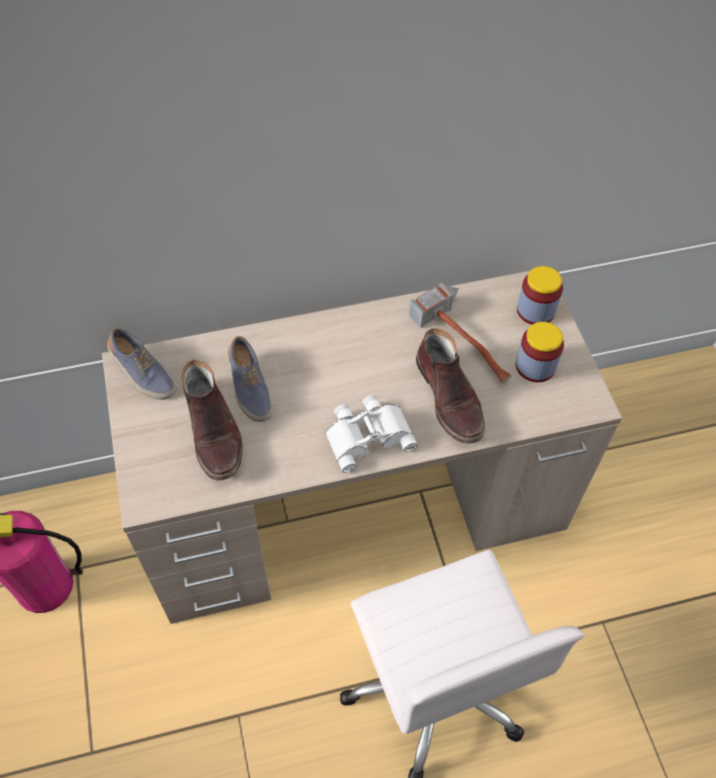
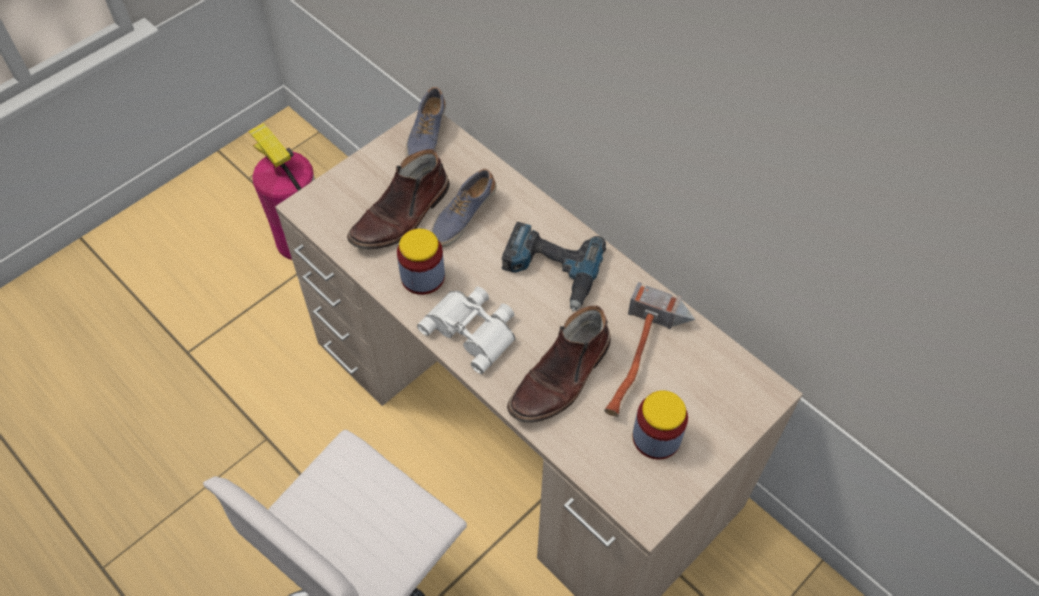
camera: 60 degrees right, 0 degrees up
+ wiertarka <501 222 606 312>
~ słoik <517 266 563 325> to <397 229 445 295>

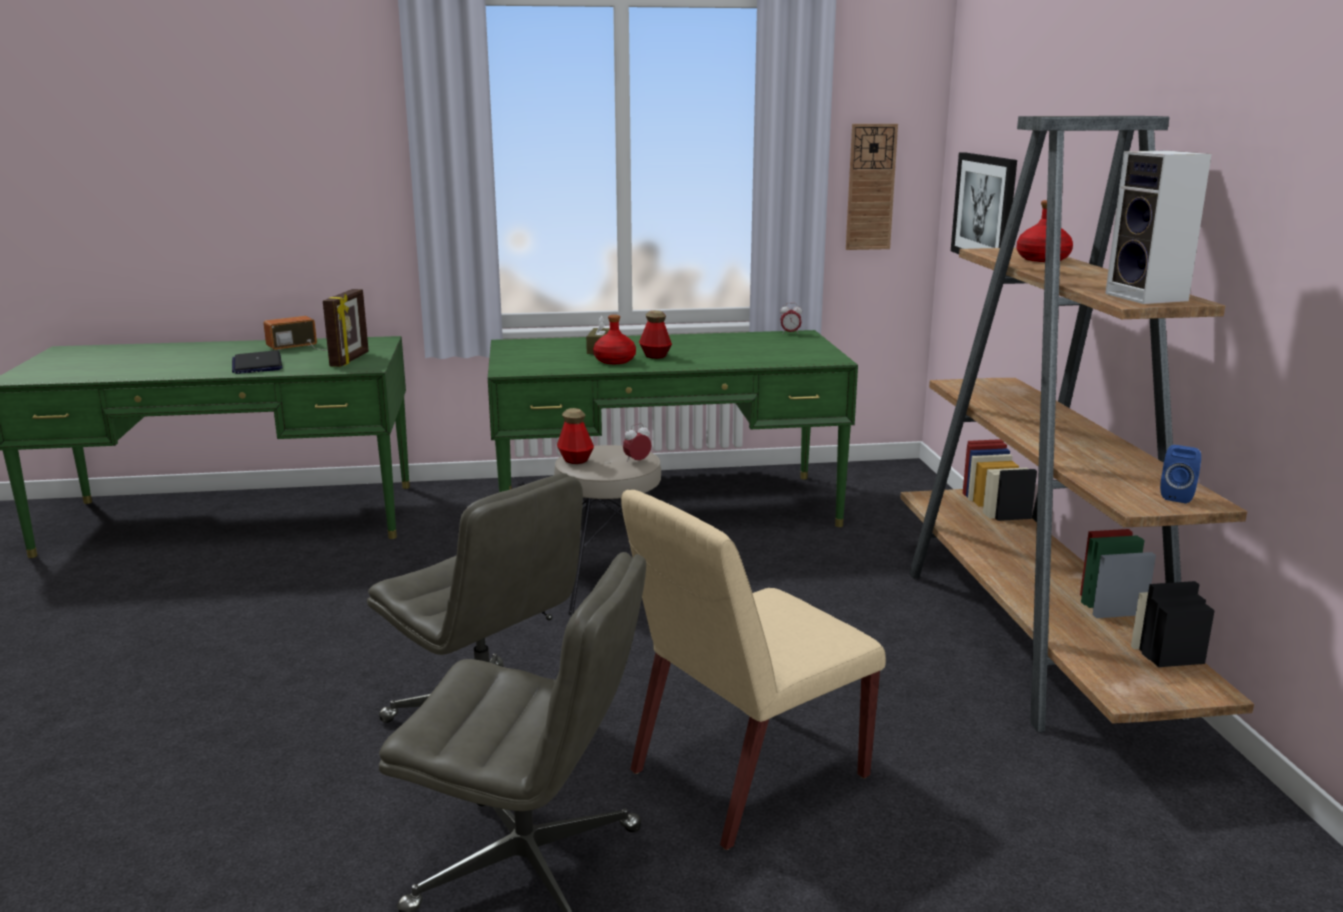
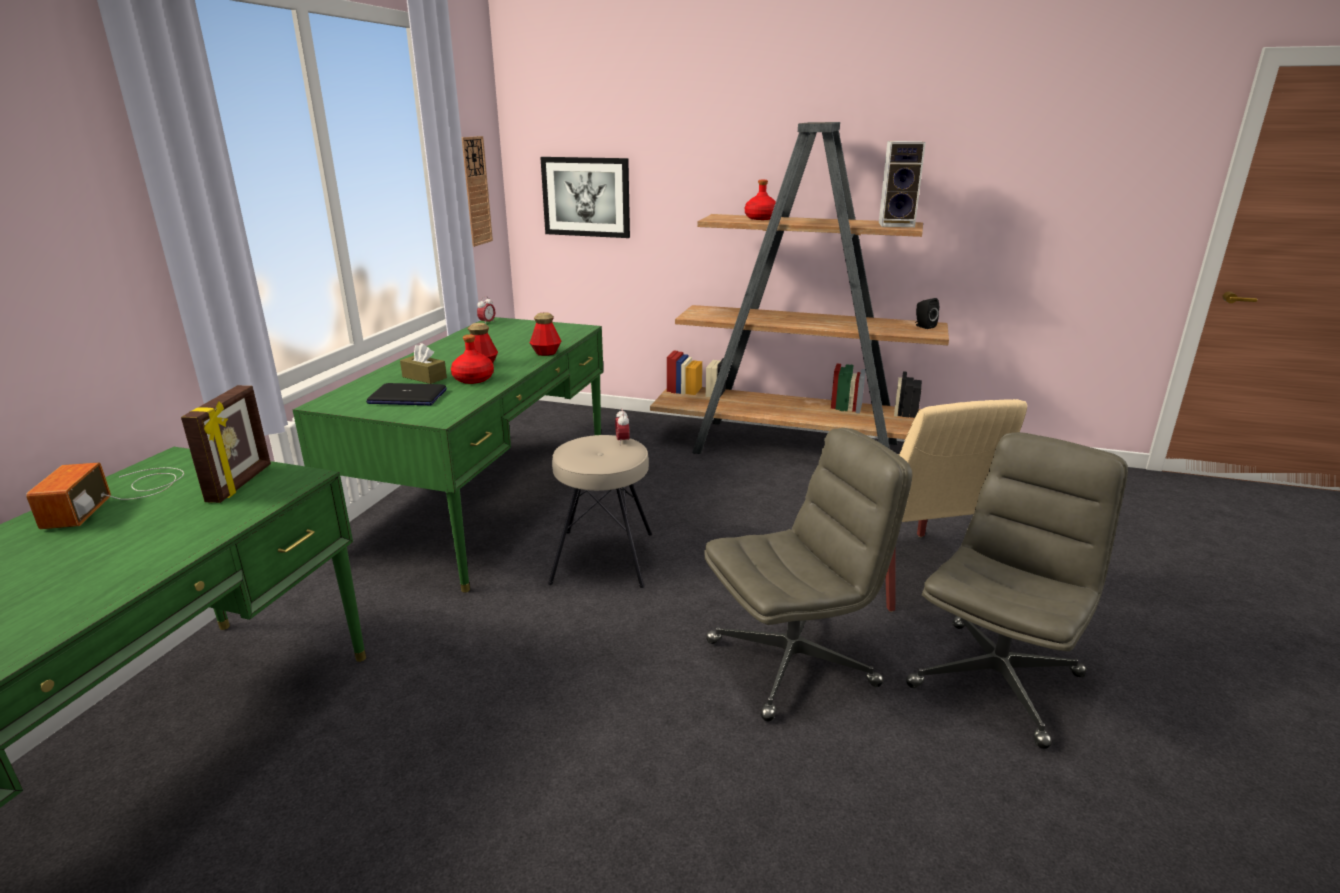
camera: 65 degrees left, 5 degrees up
~ laptop <232 350 283 374> to <366 383 447 405>
~ butelka <557 408 594 464> to <530 313 561 356>
~ głośnik (niebieski) <1160 445 1201 504> to głośnik (czarny) <915 298 939 329>
~ ramka na zdjęcie <323 289 369 367> = <181 385 271 503> 60 degrees clockwise

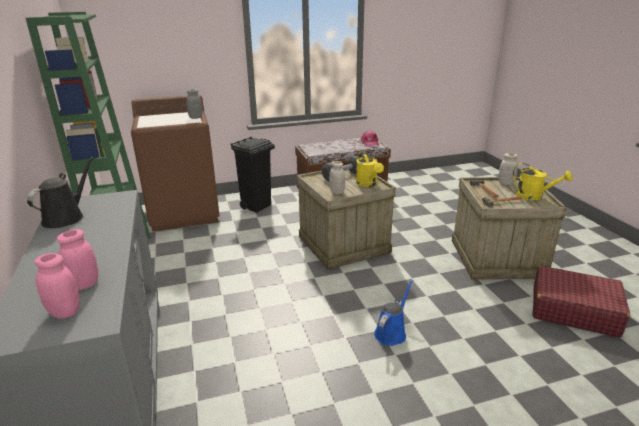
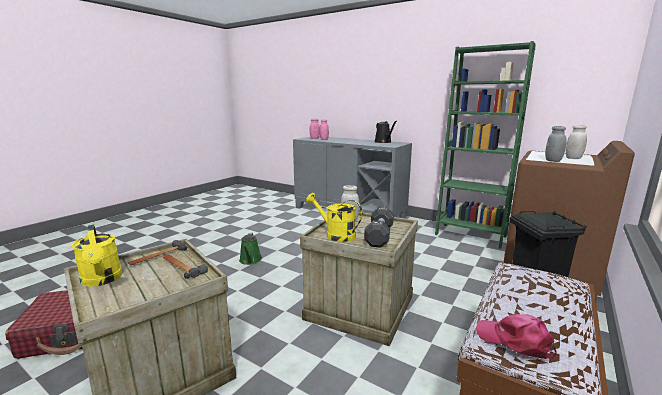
camera: 140 degrees right, 10 degrees down
~ słoik (biały) <498 153 518 185> to <566 125 587 159>
~ konewka (niebieski) <374 280 413 346> to konewka (zielony) <239 233 262 265>
~ konewka (żółty) <513 163 572 200> = <72 224 123 287> 120 degrees counterclockwise

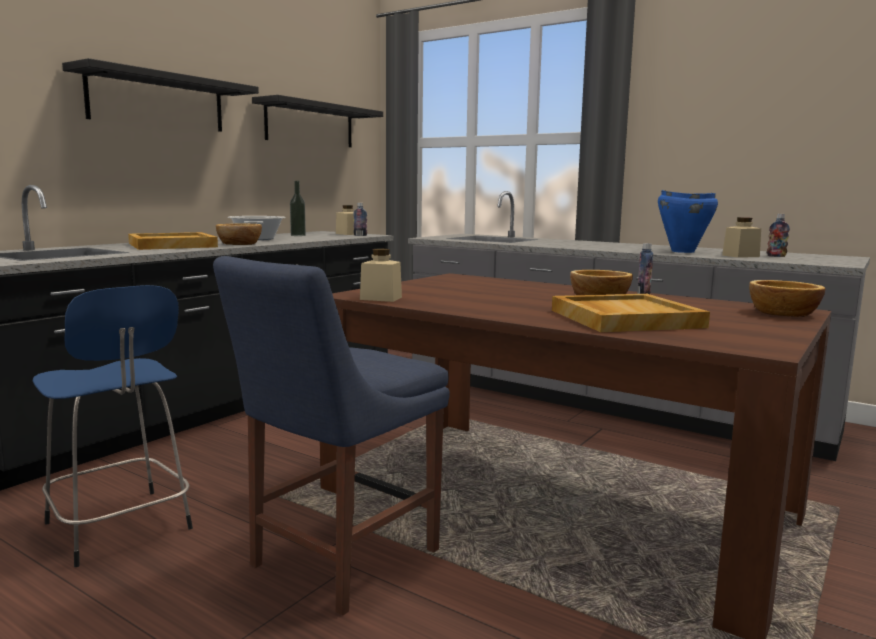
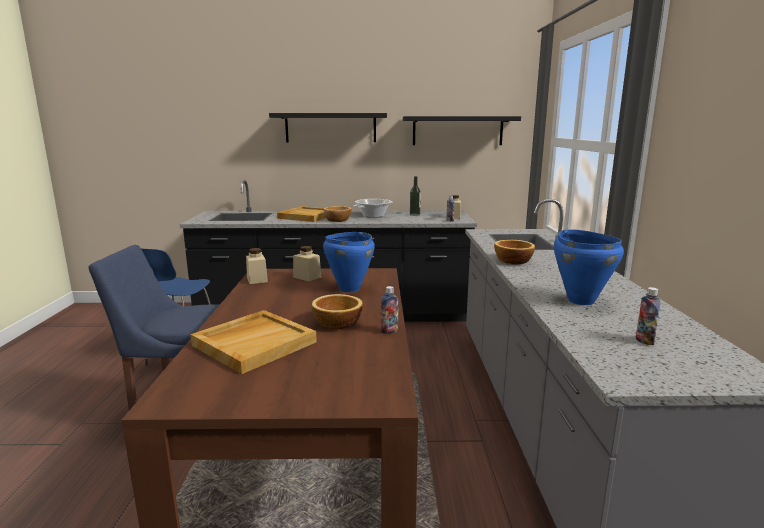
camera: 55 degrees right, 5 degrees up
+ garnek (niebieski) <323 232 375 292>
~ słoik (beżowy) <722 217 761 258> to <293 246 321 281>
~ miska <749 280 825 317> to <494 240 535 265>

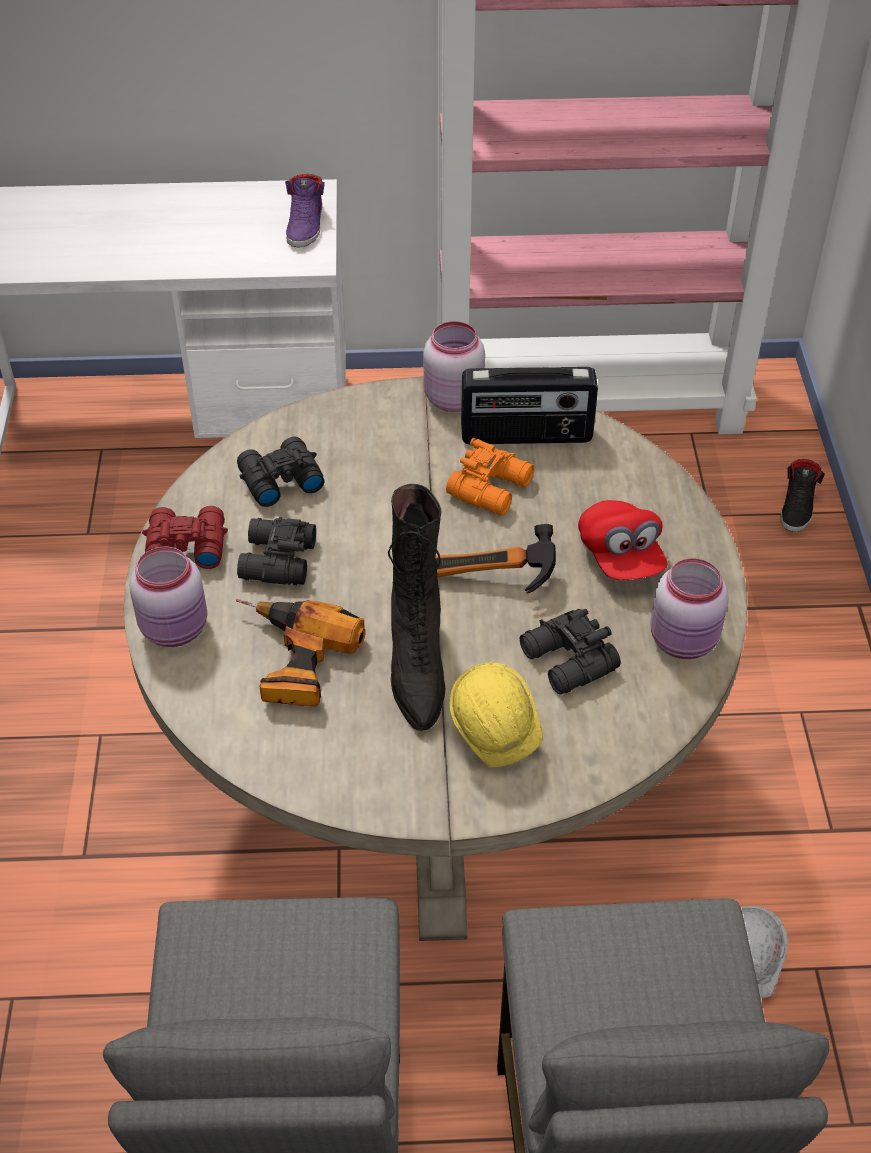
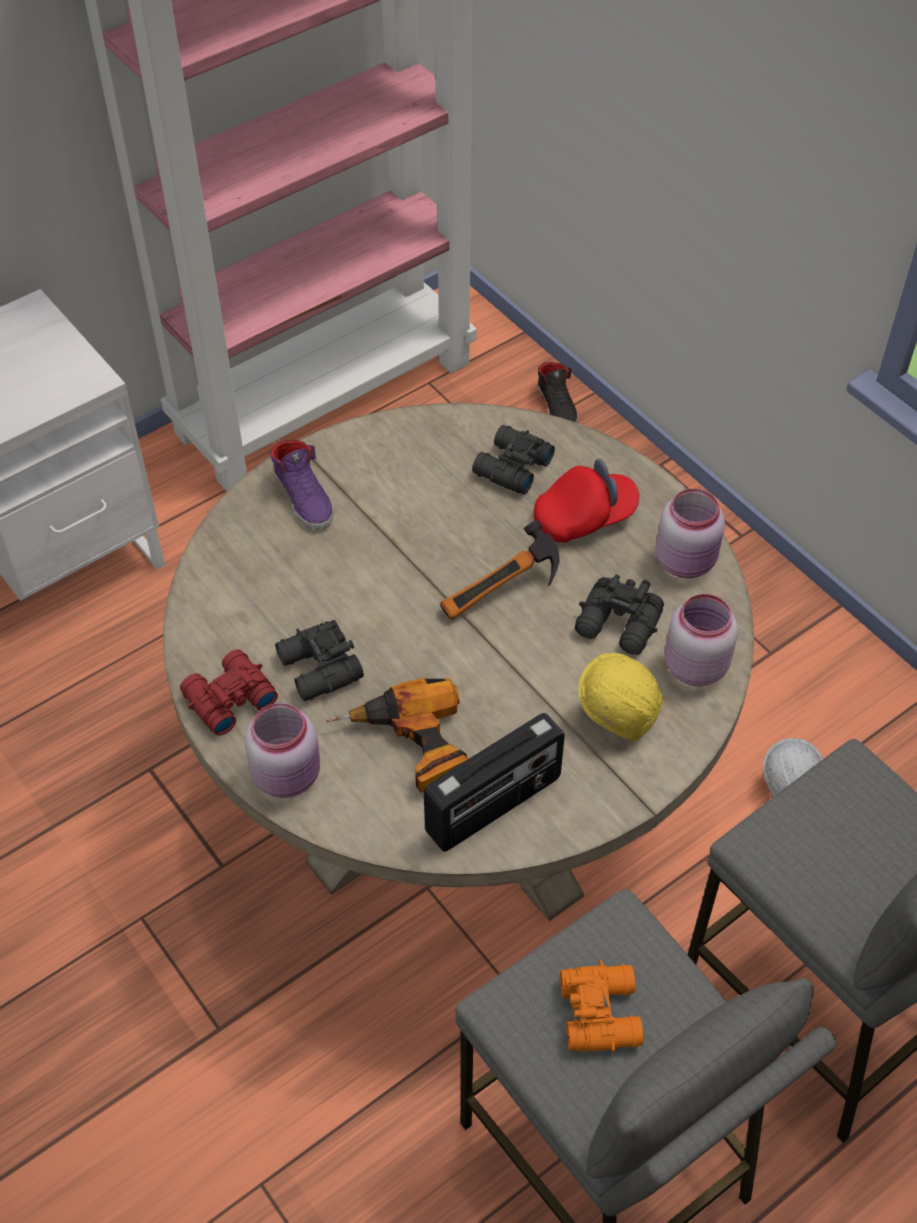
camera: 35 degrees left, 5 degrees up
- but z cholewką (czarny) <388 484 445 731>
~ lornetka (czarny) <237 437 324 507> to <472 425 555 494>
~ but (fioletowy) <285 174 325 248> to <271 440 333 530>
~ słoik (różowy) <423 321 485 412> to <665 594 738 686>
~ lornetka (pomarańczowy) <446 438 535 515> to <560 960 643 1052>
~ radio <461 367 598 444> to <424 713 565 852>
~ czapka z daszkiem (czerwony) <578 500 668 580> = <534 459 639 543> 60 degrees counterclockwise

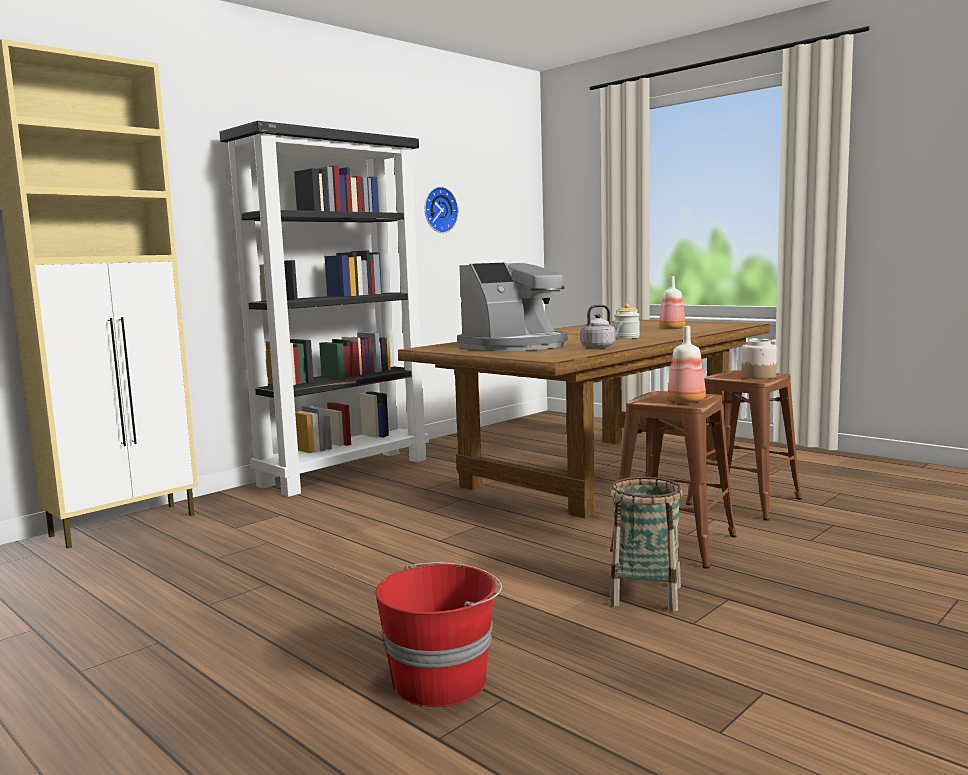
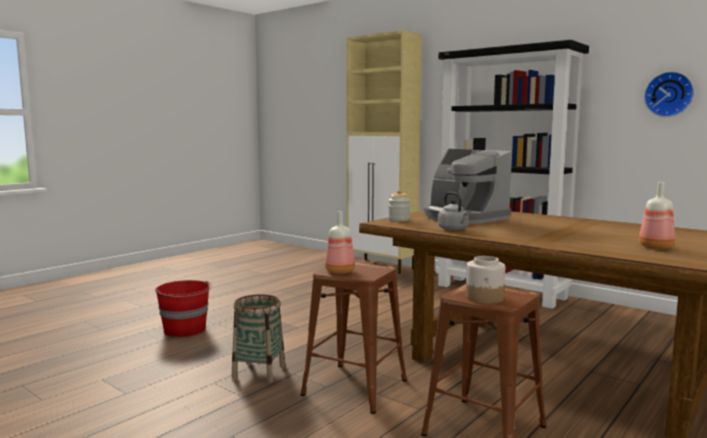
camera: 85 degrees right, 0 degrees up
~ słoik <614 303 640 339> to <388 190 410 221>

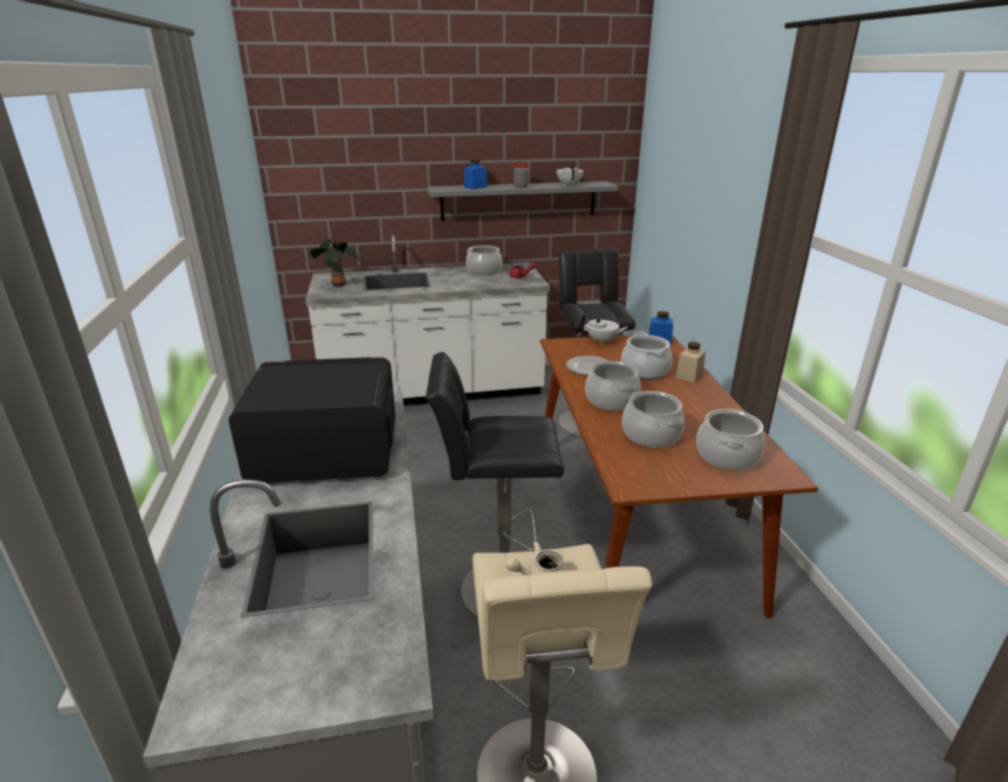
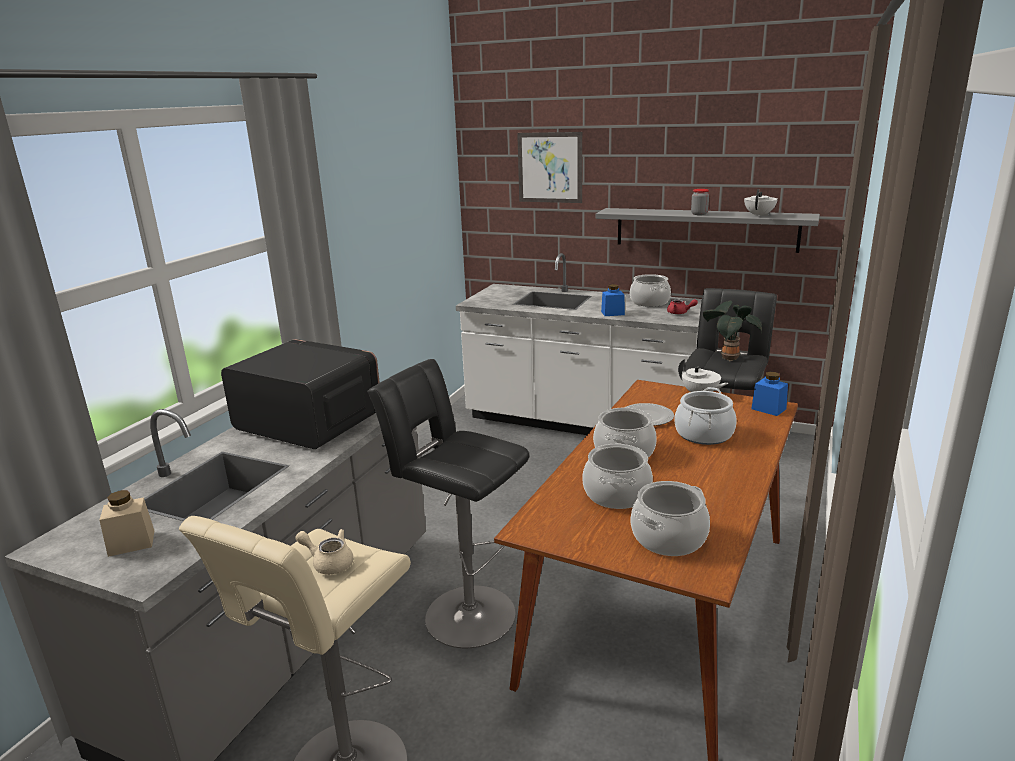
camera: 35 degrees right, 5 degrees down
+ obraz <517 132 582 203>
~ roślina doniczkowa <310 239 359 288> to <703 301 762 361>
~ słoik (niebieski) <464 160 487 189> to <601 284 625 316>
~ słoik (beżowy) <676 342 706 383> to <99 490 154 557>

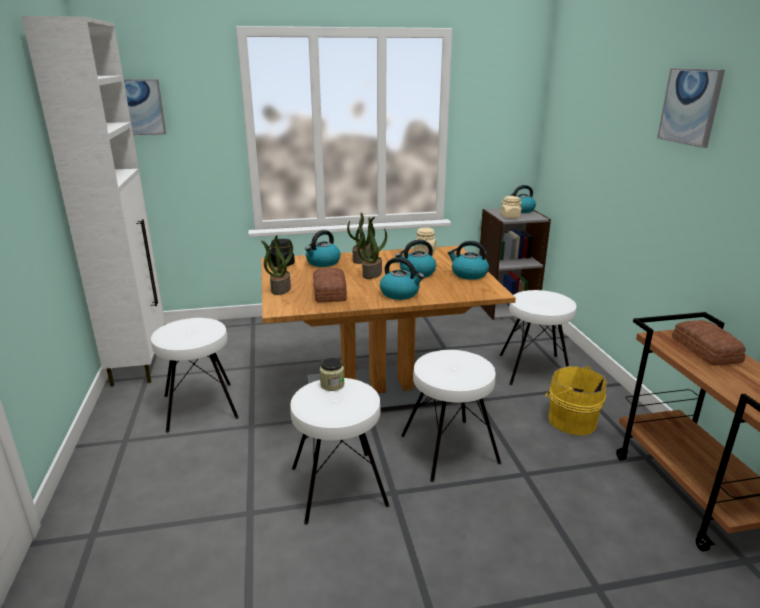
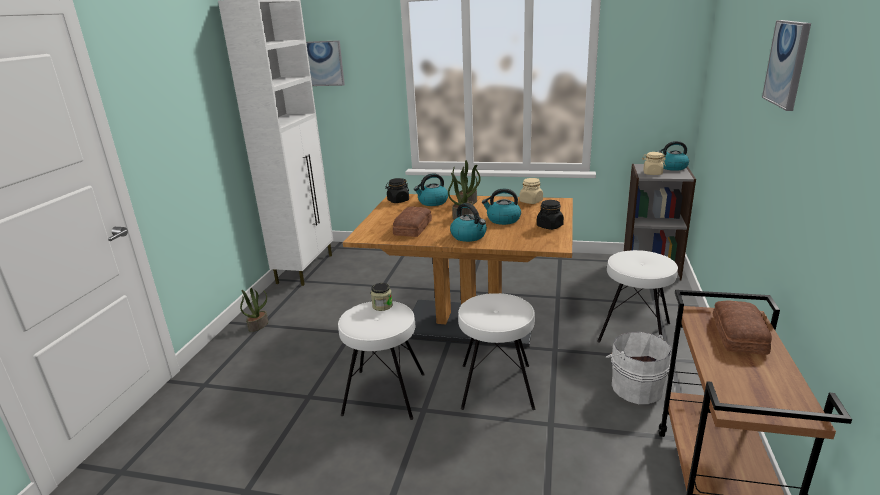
camera: 25 degrees right, 0 degrees up
- stołek (biały) <151 318 239 433>
~ roślina doniczkowa <261 235 293 295> to <240 288 268 332>
~ czajnik <448 241 489 280> to słoik (czarny) <537 200 564 230>
~ wiadro (żółty) <545 366 607 436> to wiadro (biały) <606 332 672 404>

